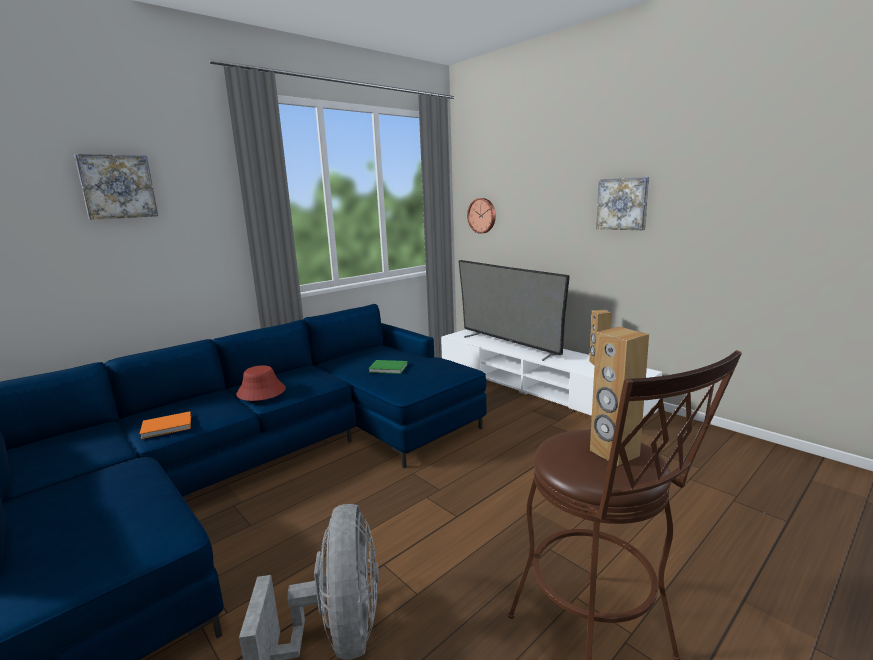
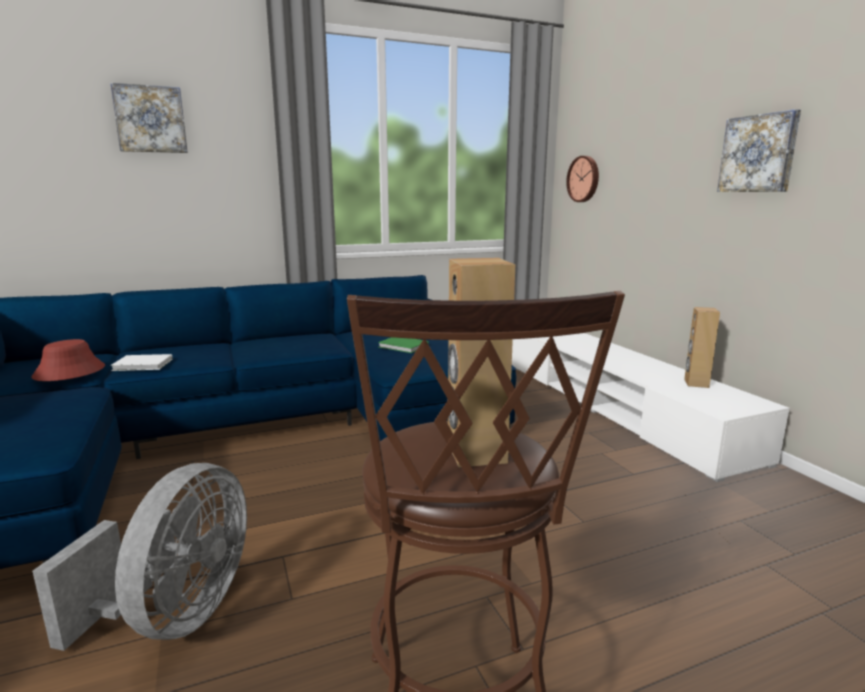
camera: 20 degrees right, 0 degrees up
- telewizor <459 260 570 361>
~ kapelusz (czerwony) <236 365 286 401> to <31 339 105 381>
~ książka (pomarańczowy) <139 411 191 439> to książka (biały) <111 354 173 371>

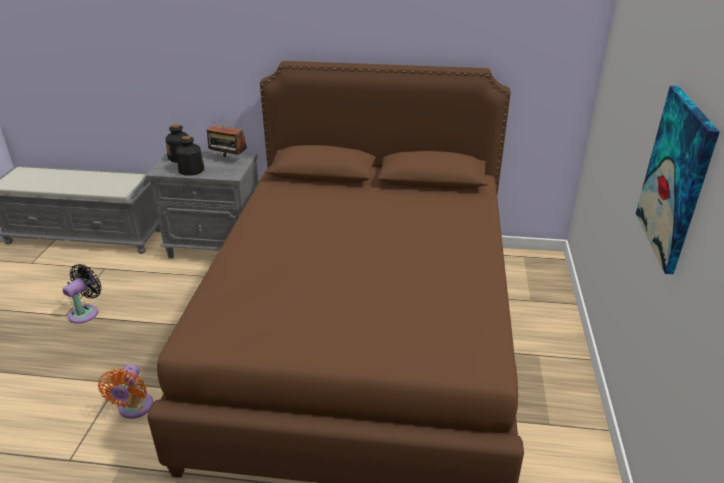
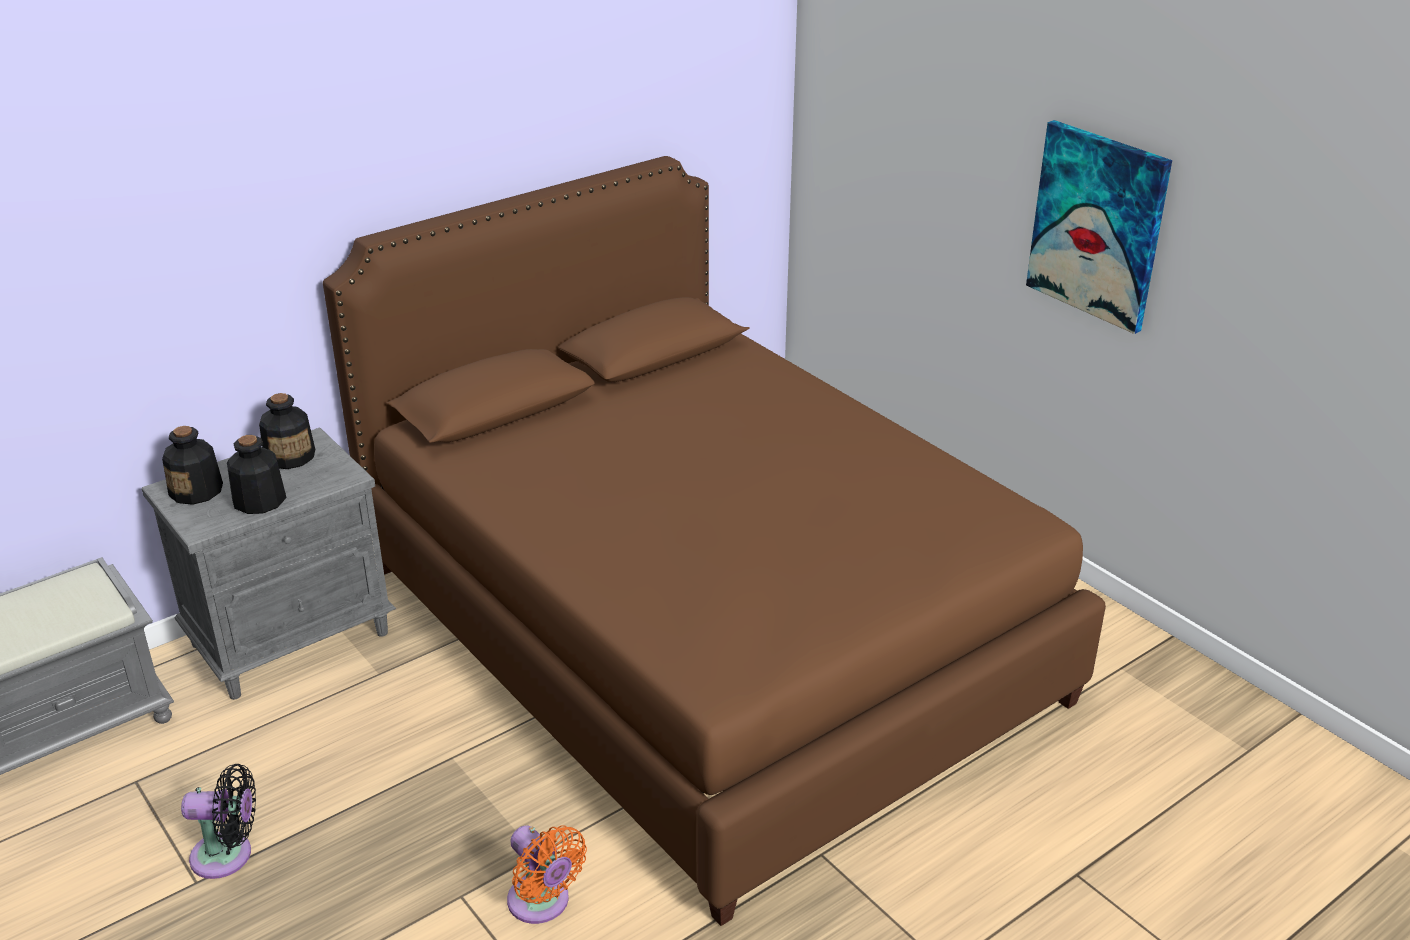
camera: 45 degrees left, 0 degrees up
~ radio <207 122 247 157> to butelka <259 393 315 469>
~ wentylator (czarny) <63 264 102 324> = <181 764 256 879> 105 degrees clockwise

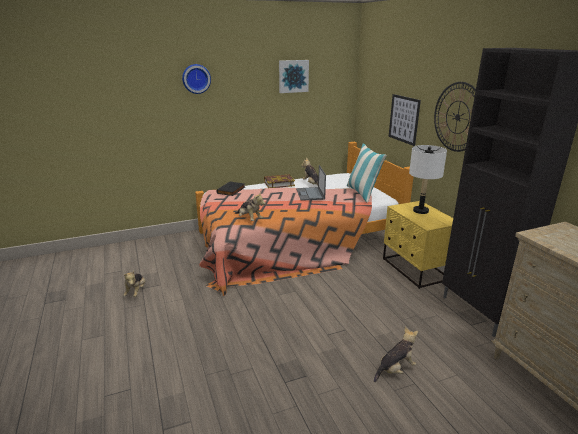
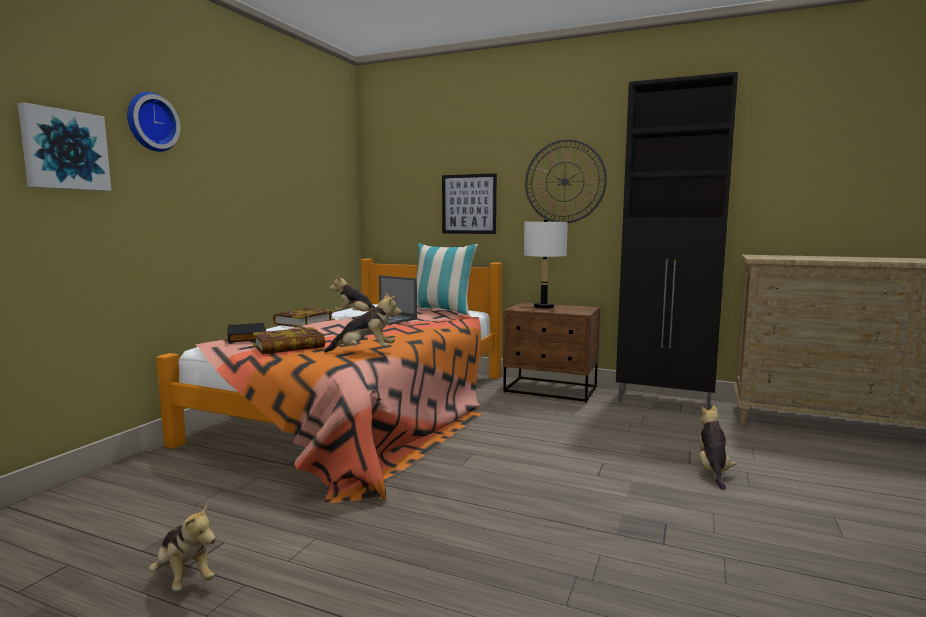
camera: 45 degrees left, 15 degrees down
+ książka <253 327 325 354>
~ obraz <279 60 309 93> to <18 103 111 191>
~ szafka nocna (żółty) <383 201 453 289> to szafka nocna (brązowy) <503 302 600 403>

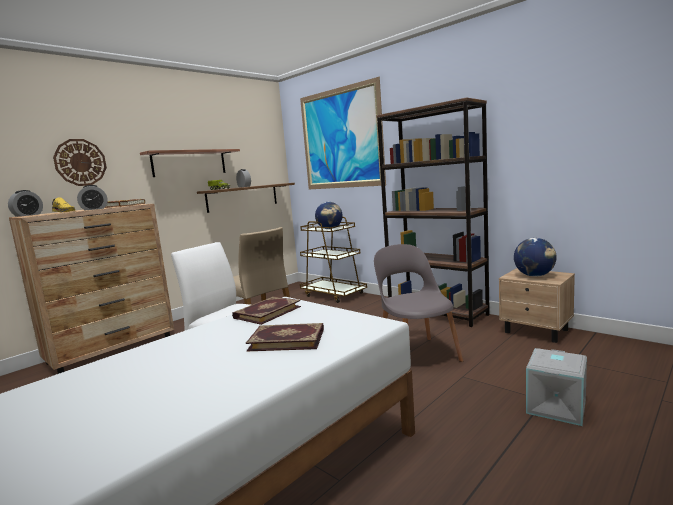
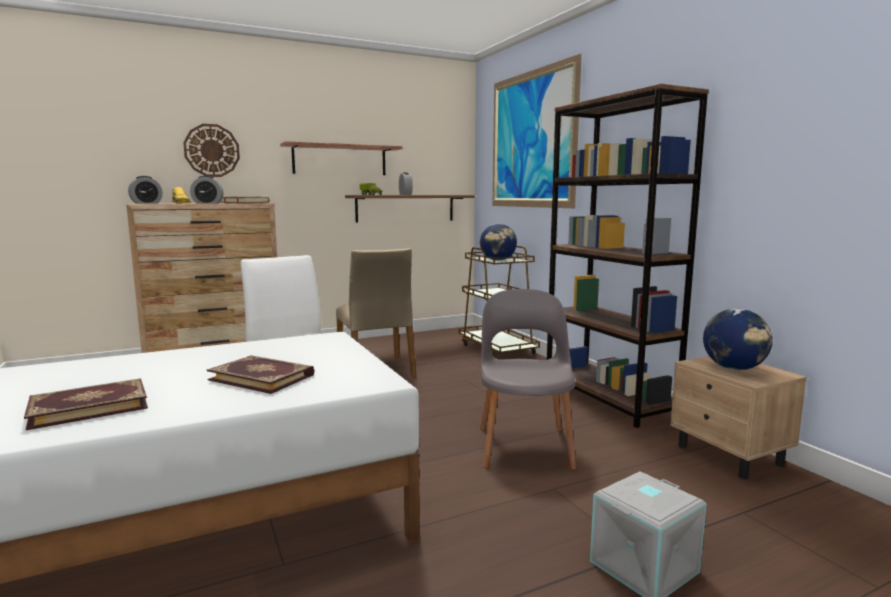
camera: 20 degrees right, 0 degrees up
~ książka <232 296 301 325> to <24 378 148 430>

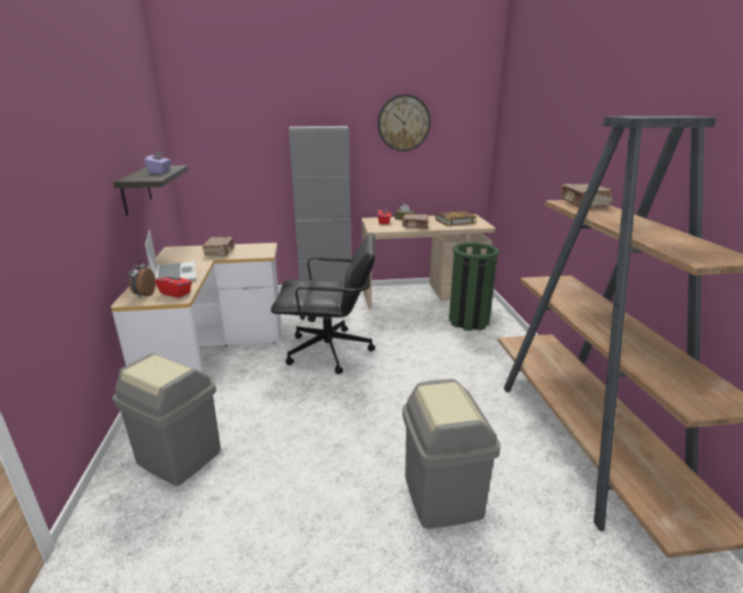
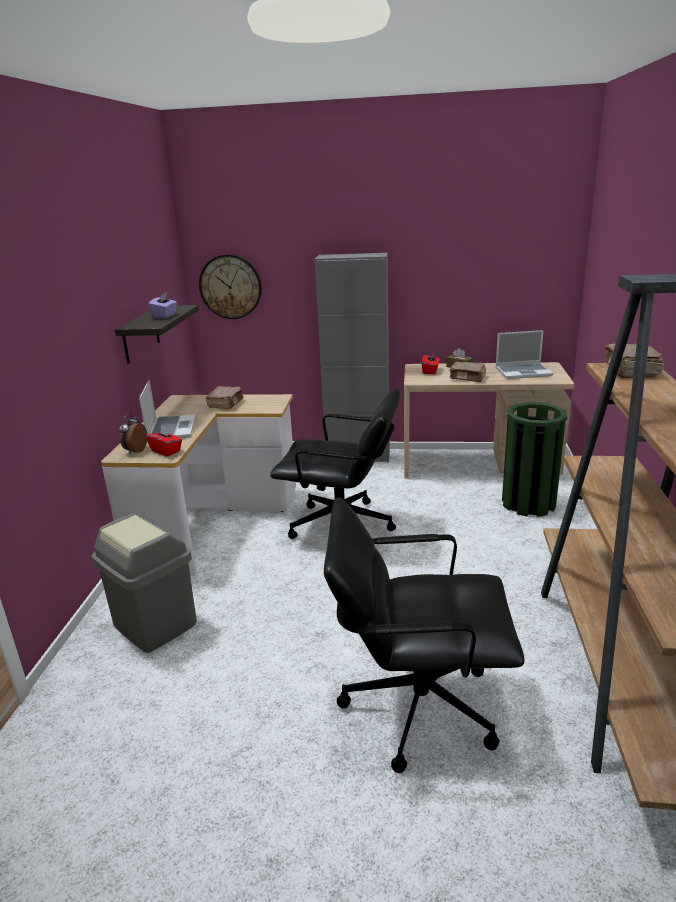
camera: 15 degrees right, 0 degrees up
~ zegar ścienny <378 94 431 151> to <199 254 262 319>
~ kosz na śmieci (szary) <402 379 501 529> to krzesło biurowe (czarny) <324 497 525 773>
~ książka <435 211 477 226> to laptop <495 330 553 379>

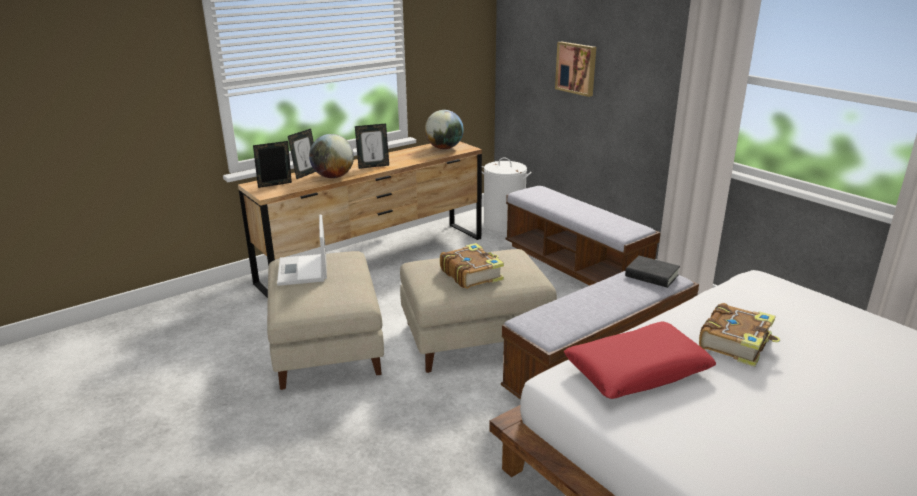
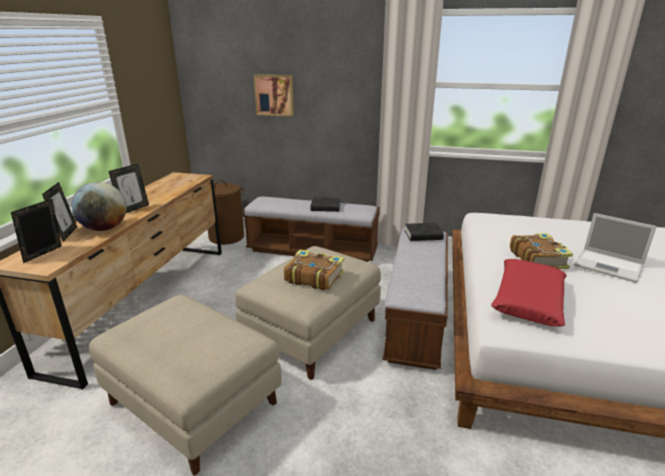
camera: 40 degrees left, 0 degrees up
- globus <425 110 464 149>
+ książka (czarny) <310 197 341 212>
~ laptop <277 215 327 286> to <574 213 657 283>
~ kosz na pranie (biały) <482 157 532 233> to kosz na pranie (brązowy) <208 180 245 245>

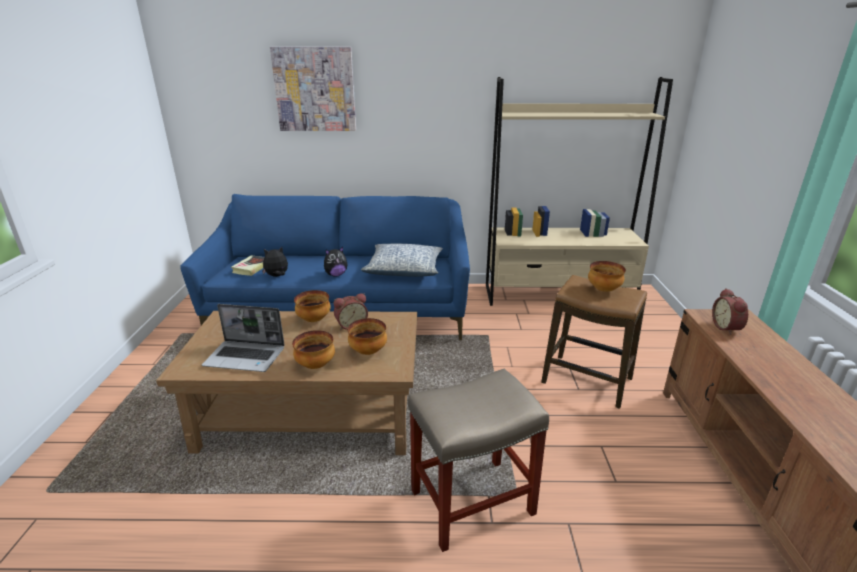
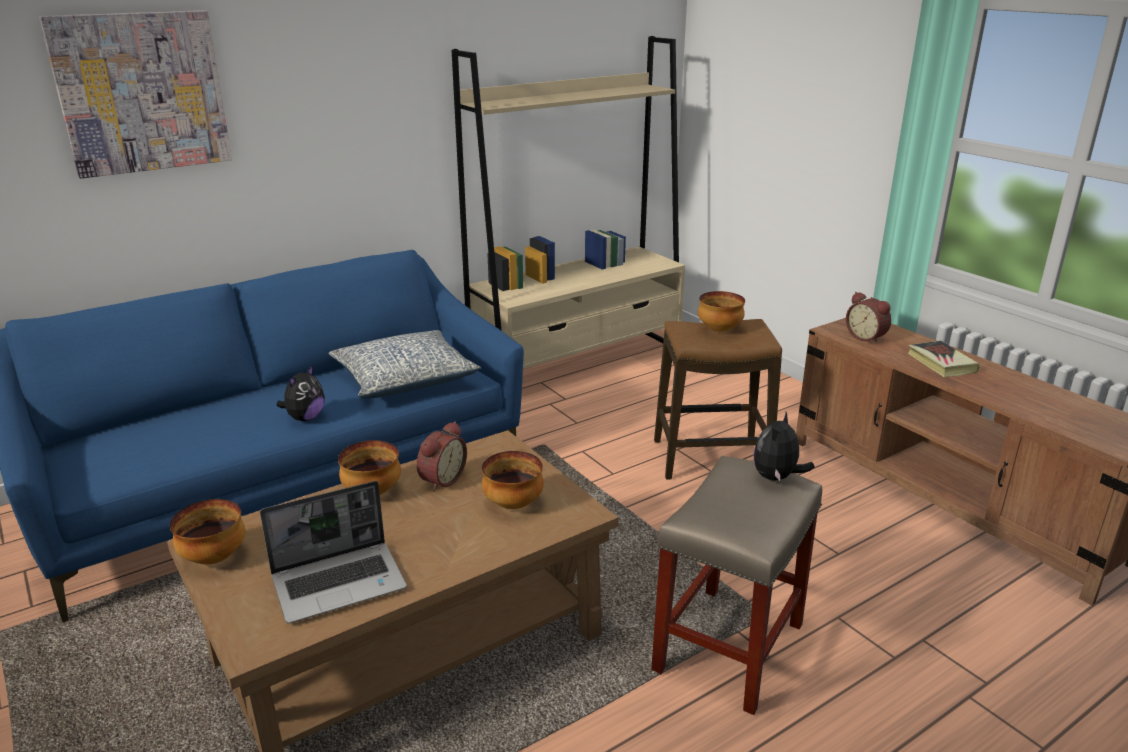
camera: 35 degrees left, 0 degrees up
~ książka <231 255 264 276> to <908 341 980 377>
~ pluszak <262 247 288 277> to <753 412 815 481>
~ miska <292 330 335 369> to <170 499 245 564>

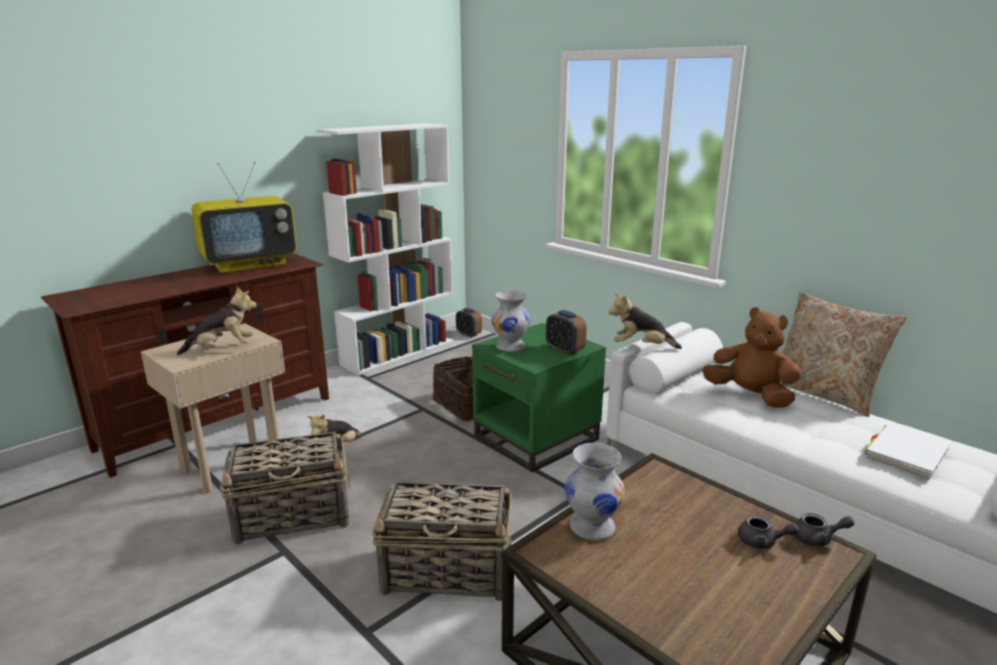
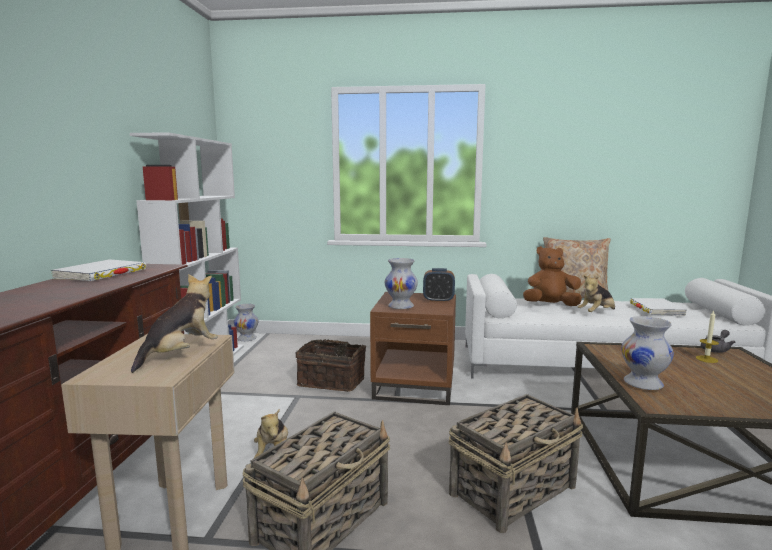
camera: 40 degrees left, 10 degrees down
~ pluszak <609 293 682 349> to <578 275 615 312>
~ telewizor <192 162 297 273> to książka (biały) <51 259 146 281>
~ budzik <456 308 482 337> to wazon (biały) <234 304 259 341>
~ imbryk (szary) <738 515 799 549> to świeca <696 310 719 363>
~ stolik (zielony) <472 323 606 472> to stolik (brązowy) <370 292 456 405>

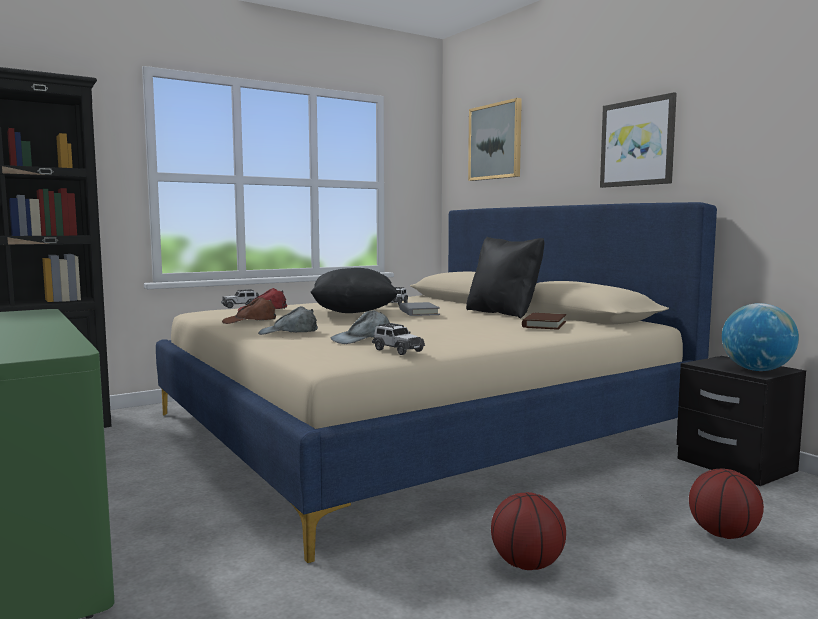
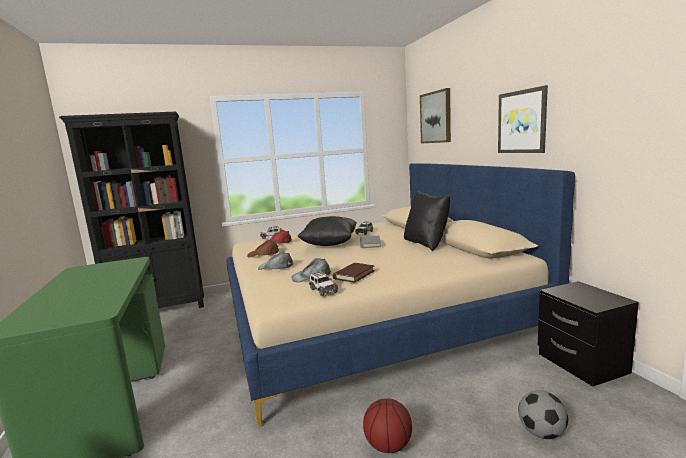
camera: 15 degrees right, 5 degrees up
- globus <722 303 799 371>
~ książka (brązowy) <522 313 566 330> to <333 263 375 283>
~ piłka do koszykówki <689 468 764 539> to piłka futbolowa <518 390 568 439>

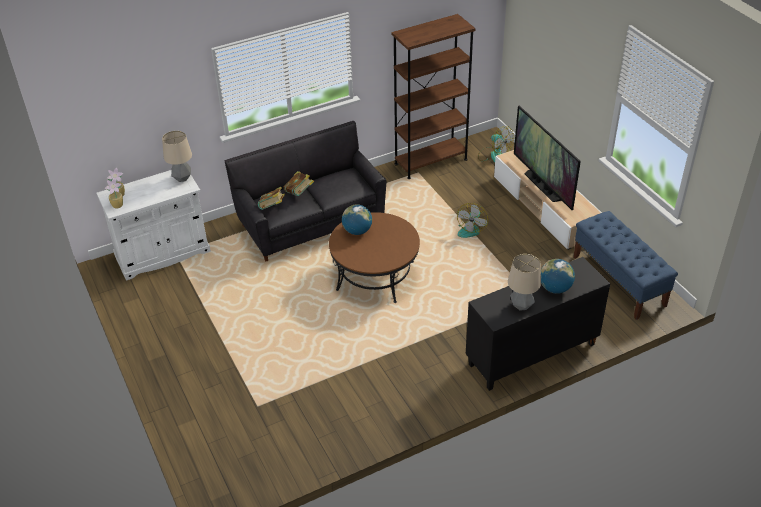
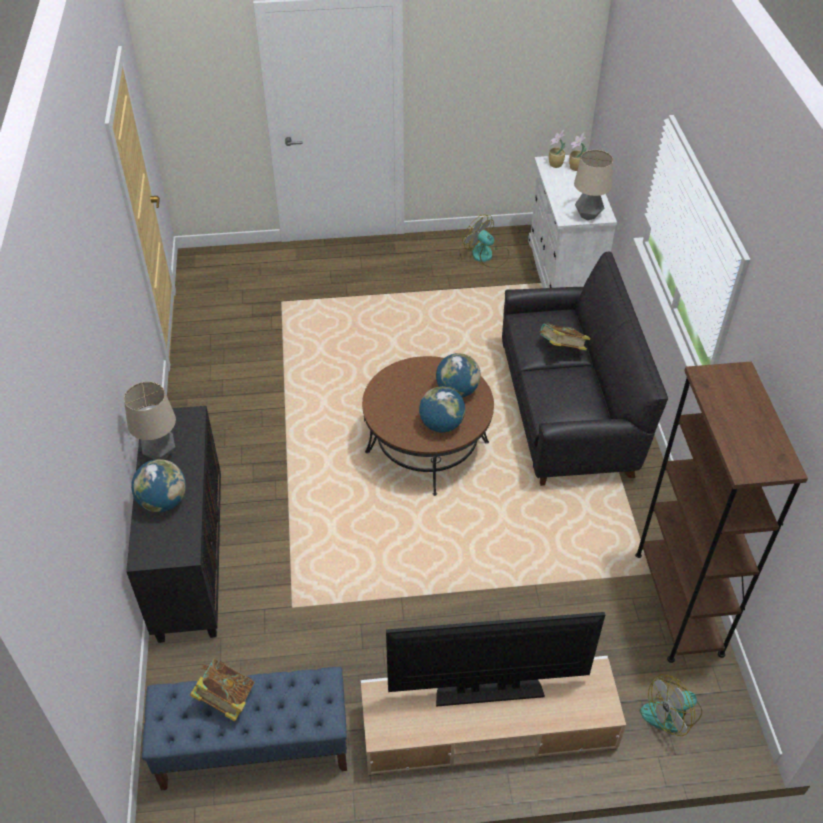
camera: 110 degrees right, 5 degrees up
+ globus <419 386 465 432>
~ książka <258 187 285 210> to <190 659 255 722>
~ wentylator <457 203 488 238> to <463 214 509 268>

